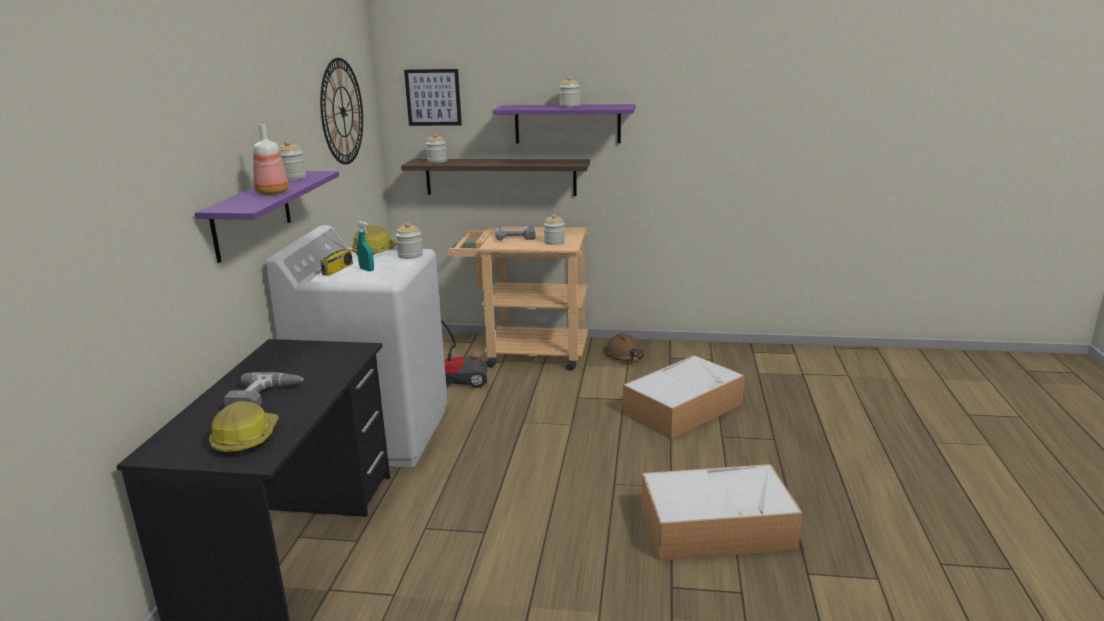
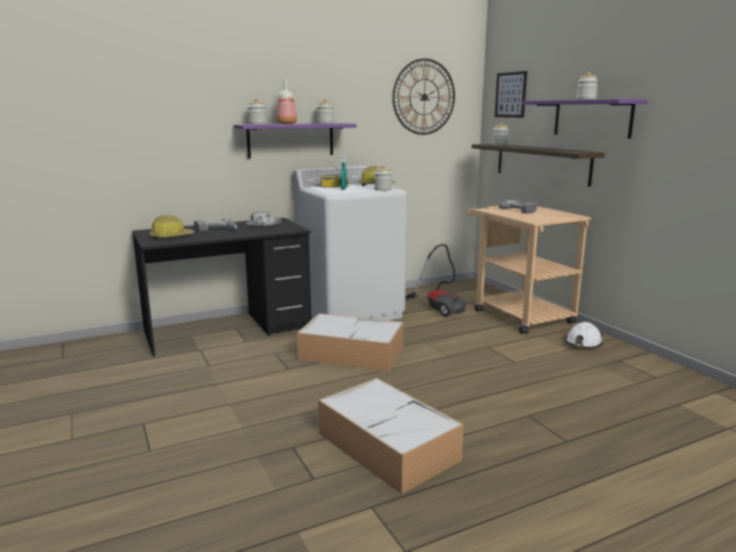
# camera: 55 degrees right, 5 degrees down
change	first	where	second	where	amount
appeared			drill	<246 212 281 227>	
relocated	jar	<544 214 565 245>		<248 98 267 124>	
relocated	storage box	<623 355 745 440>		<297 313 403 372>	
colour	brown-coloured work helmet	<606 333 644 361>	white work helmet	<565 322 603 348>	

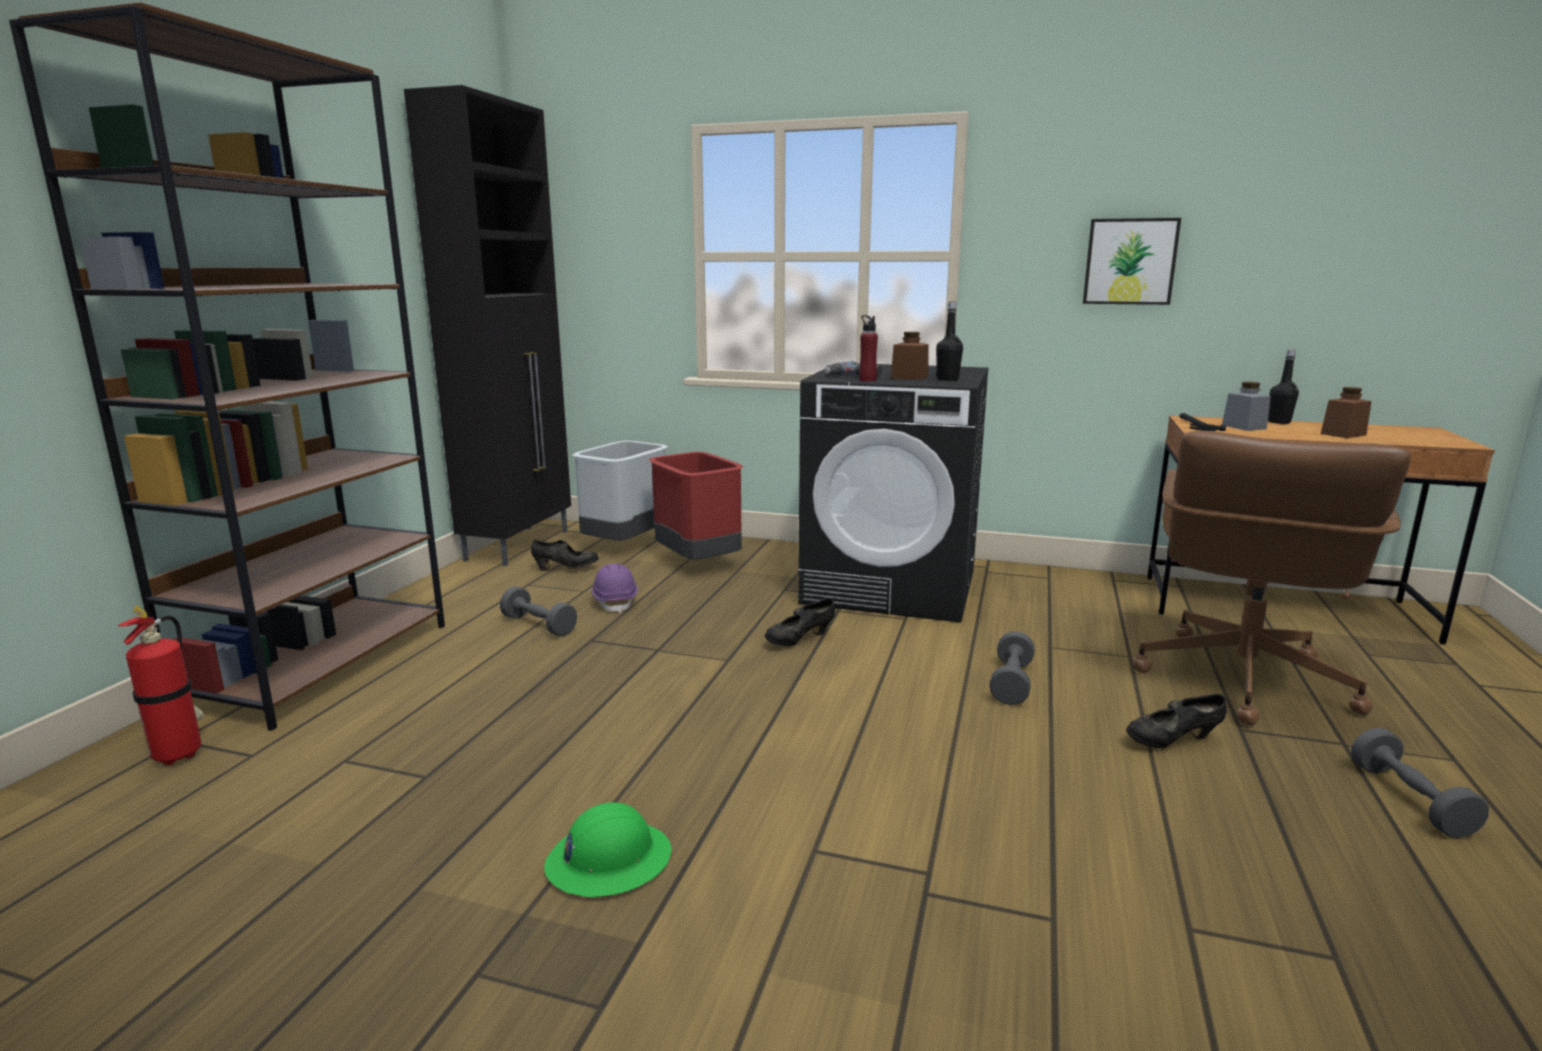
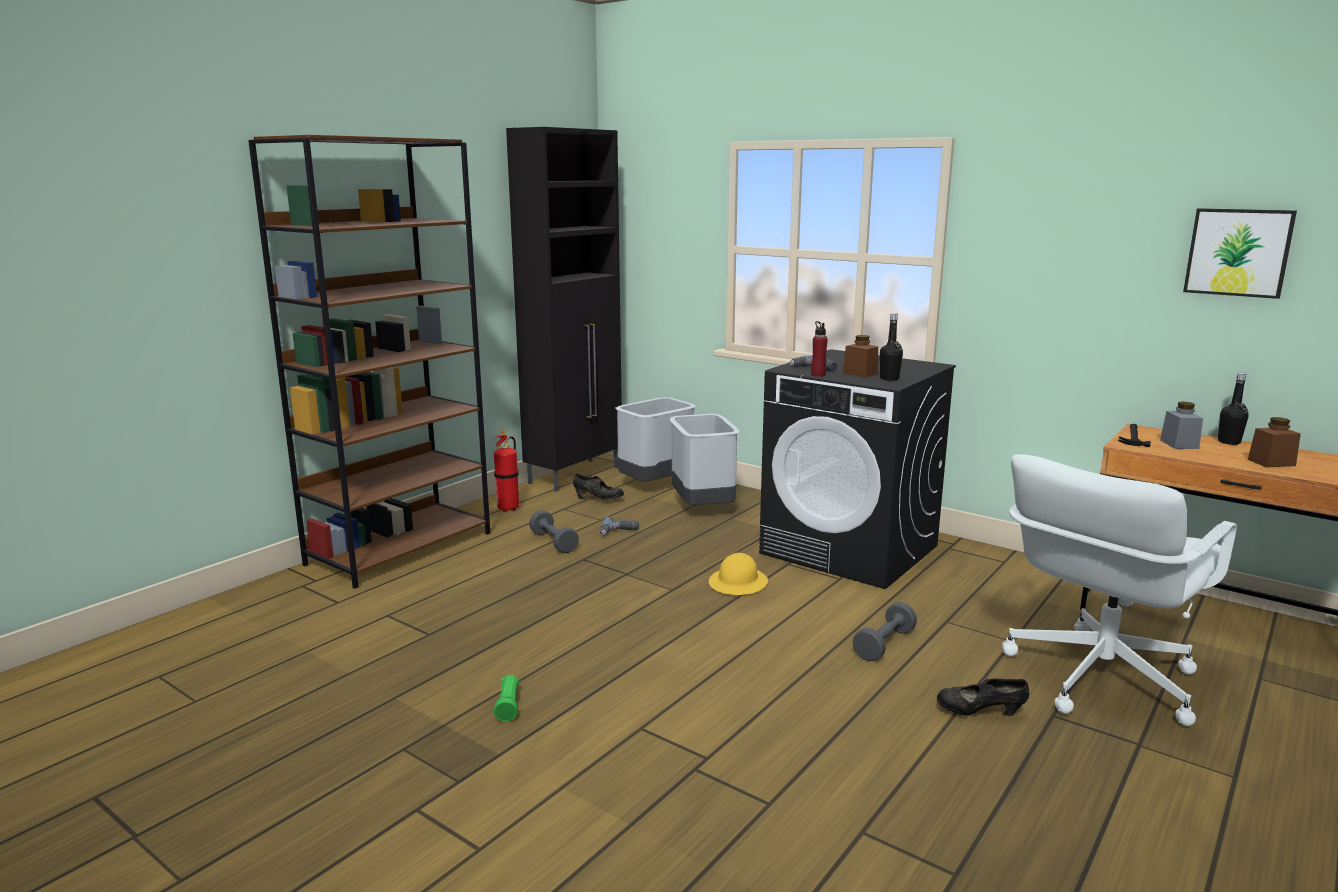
# camera: 20 degrees right, 0 degrees up
change	first	where	second	where	amount
missing	gray free weight	<1351 728 1489 838>			
relocated	fire extinguisher	<118 605 204 765>		<494 429 520 512>	
relocated	wall art	<1083 218 1181 305>		<1183 208 1297 299>	
exchanged	green work helmet	<544 802 672 897>	green flashlight	<494 675 519 722>	
exchanged	purple work helmet	<591 564 638 613>	drill	<600 517 639 536>	
exchanged	blackish low shoe	<765 598 835 646>	yellow-coloured work helmet	<709 553 768 595>	
colour	reddish rubbish bin	<649 452 744 560>	gray rubbish bin	<670 414 739 505>	
colour	brown-coloured desk chair	<1133 431 1411 725>	white desk chair	<1002 454 1237 726>	

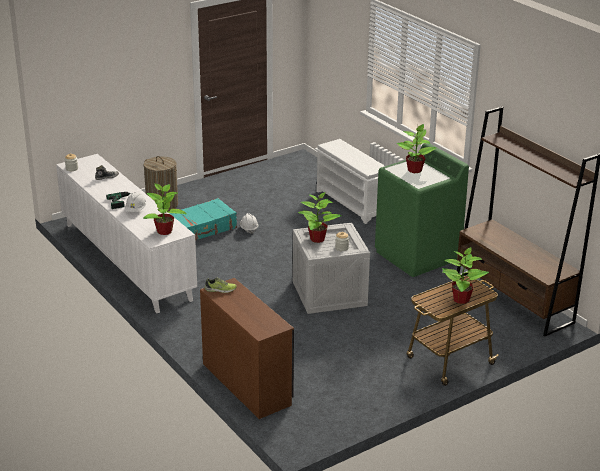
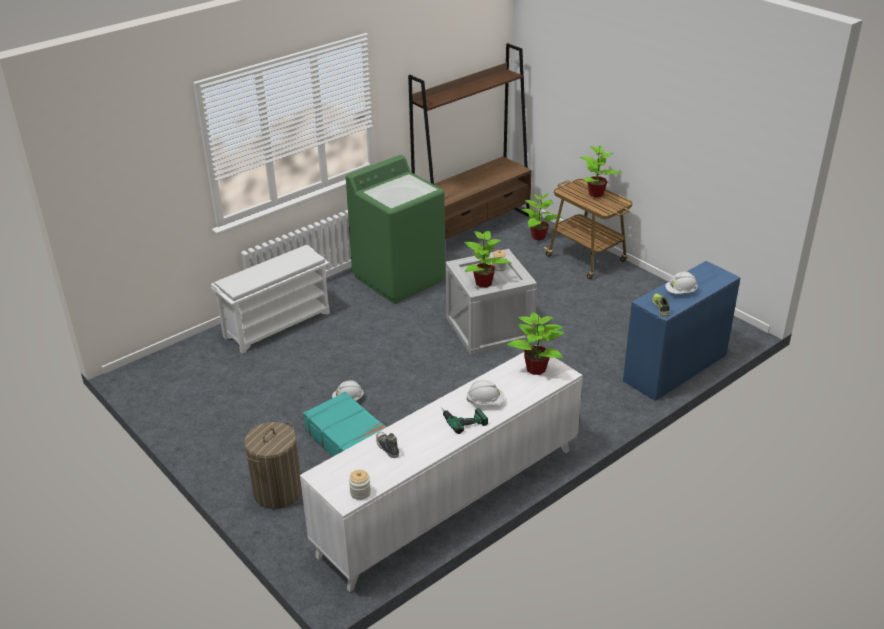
# camera: 95 degrees left, 5 degrees up
change	first	where	second	where	amount
appeared			white work helmet	<665 272 698 294>	
relocated	plant in a pot	<397 124 437 173>		<521 193 562 240>	
colour	brown-coloured desk	<200 278 294 419>	blue-coloured desk	<623 261 741 401>	

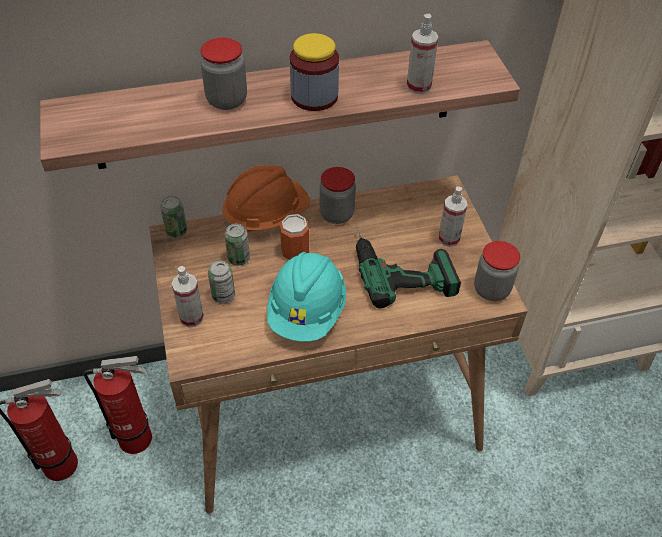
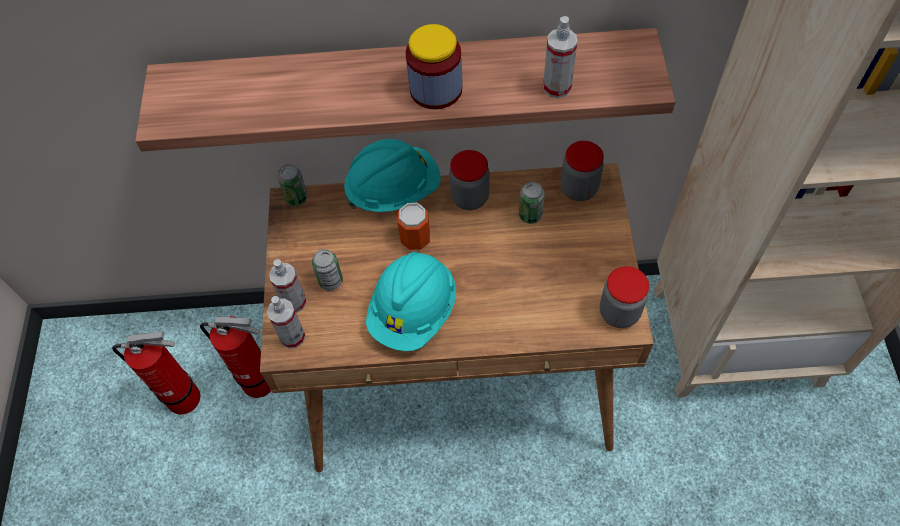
# camera: 15 degrees right, 10 degrees up
change	first	where	second	where	amount
missing	drill	<356 226 461 308>			
relocated	jar	<200 38 247 110>		<561 141 604 201>	
relocated	sealed can	<225 223 250 266>		<519 182 545 224>	
relocated	hand sprayer	<438 186 467 247>		<267 296 306 349>	
colour	orangey work helmet	<222 165 310 232>	turquoise work helmet	<344 139 441 212>	

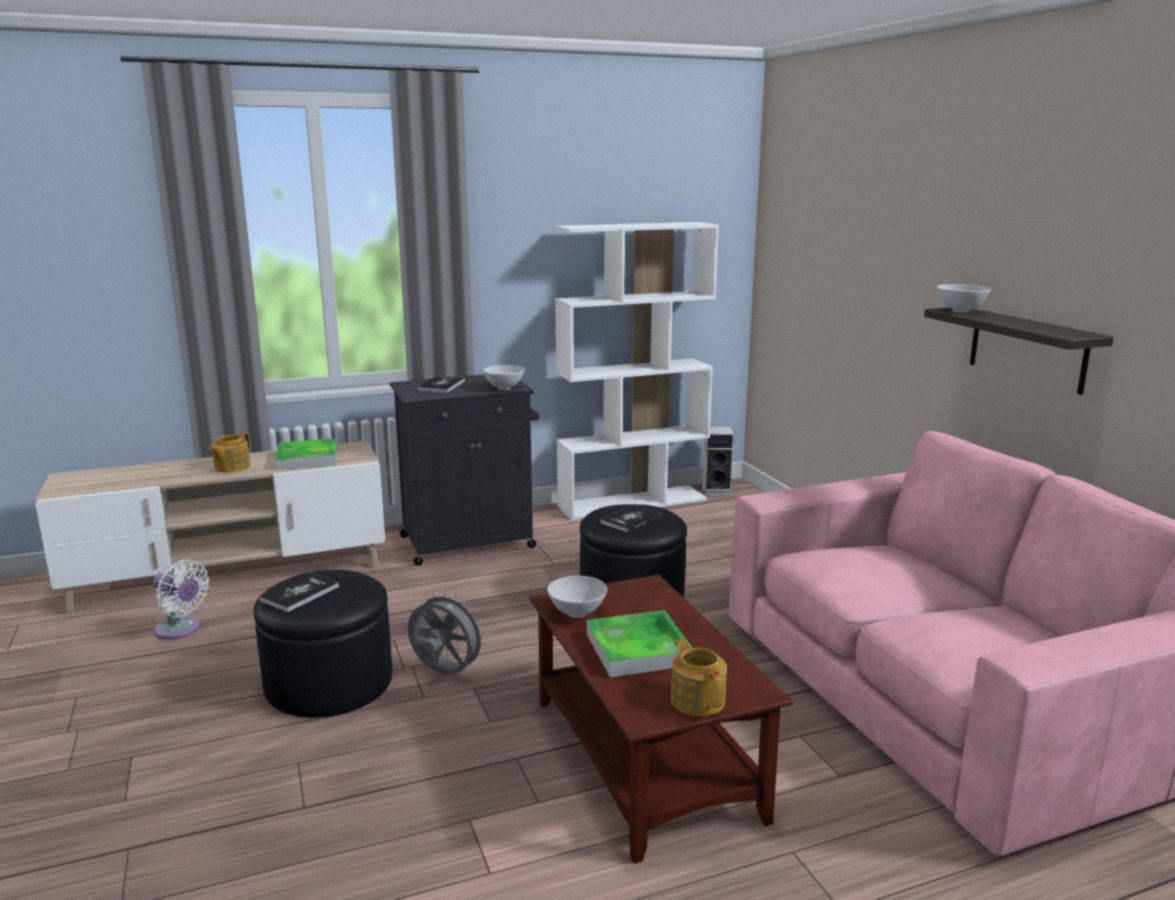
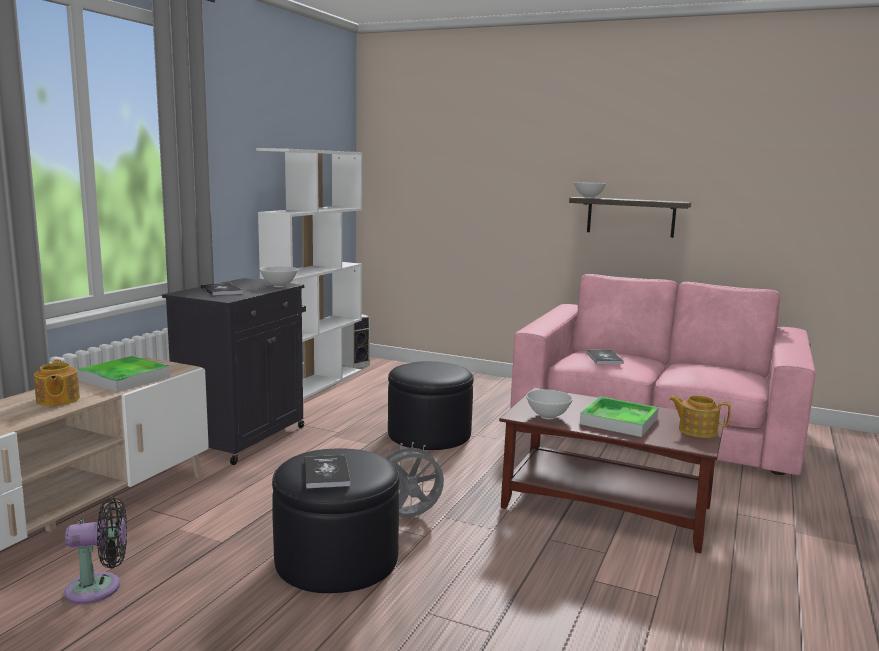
# camera: 45 degrees left, 5 degrees down
change	first	where	second	where	amount
relocated	book	<600 505 662 532>		<586 350 624 364>	
colour	white fan	<153 559 209 640>	blackish fan	<64 498 127 604>	

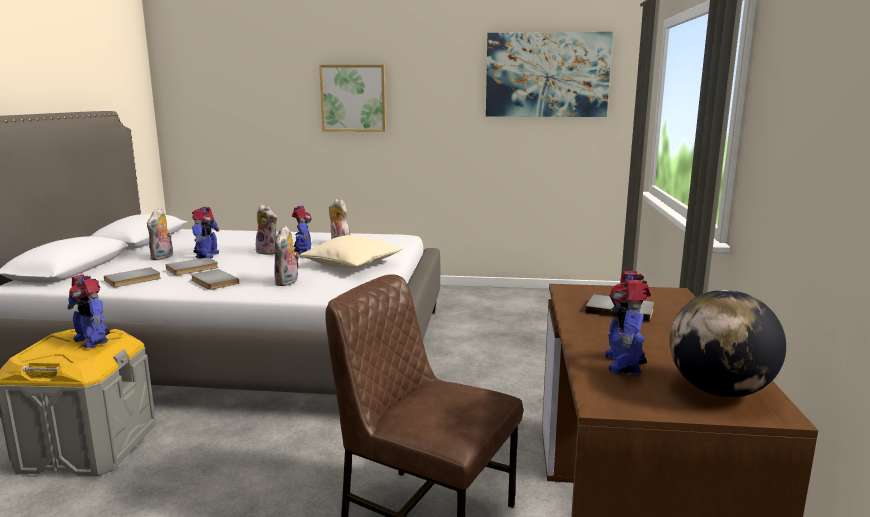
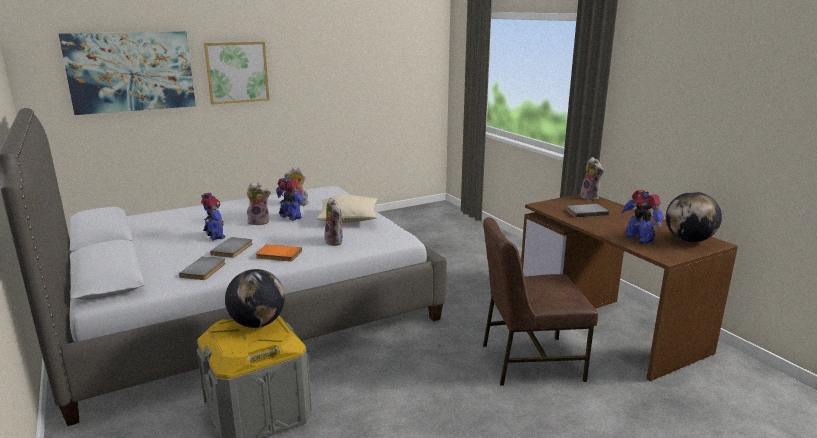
# camera: 35 degrees left, 5 degrees up
change	first	where	second	where	amount
relocated	soft toy	<147 208 173 260>		<581 157 604 201>	
relocated	wall art	<486 32 613 117>		<59 31 196 115>	
exchanged	model robot	<67 275 110 348>	world globe	<225 269 285 328>	
colour	gray book	<191 269 239 290>	orangey book	<256 244 302 261>	

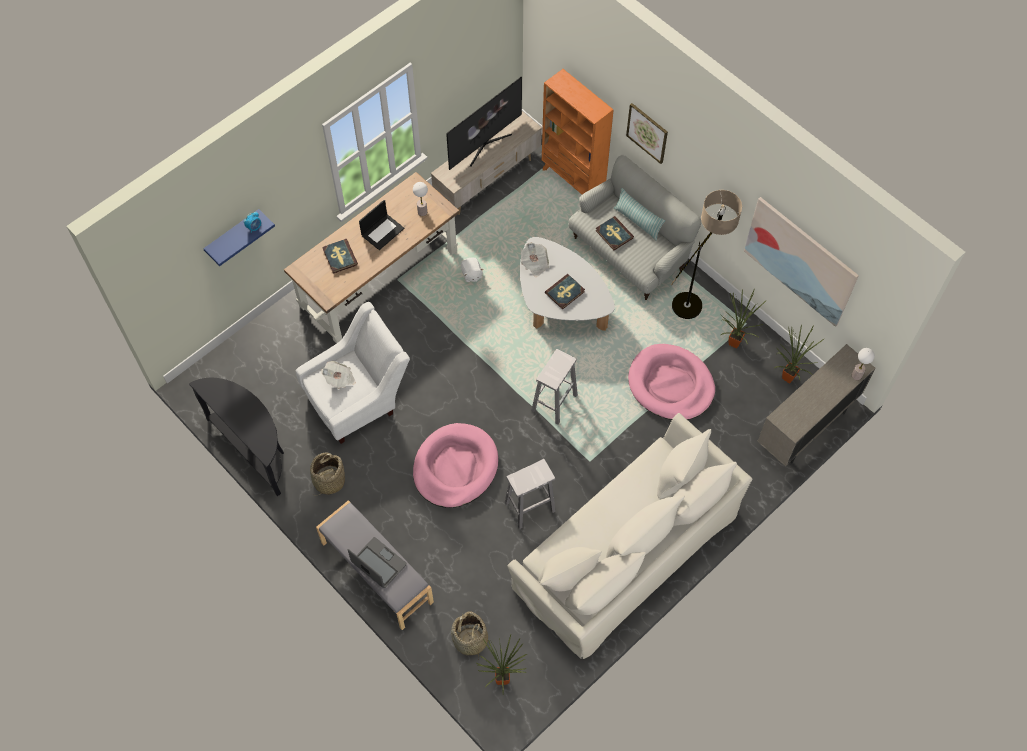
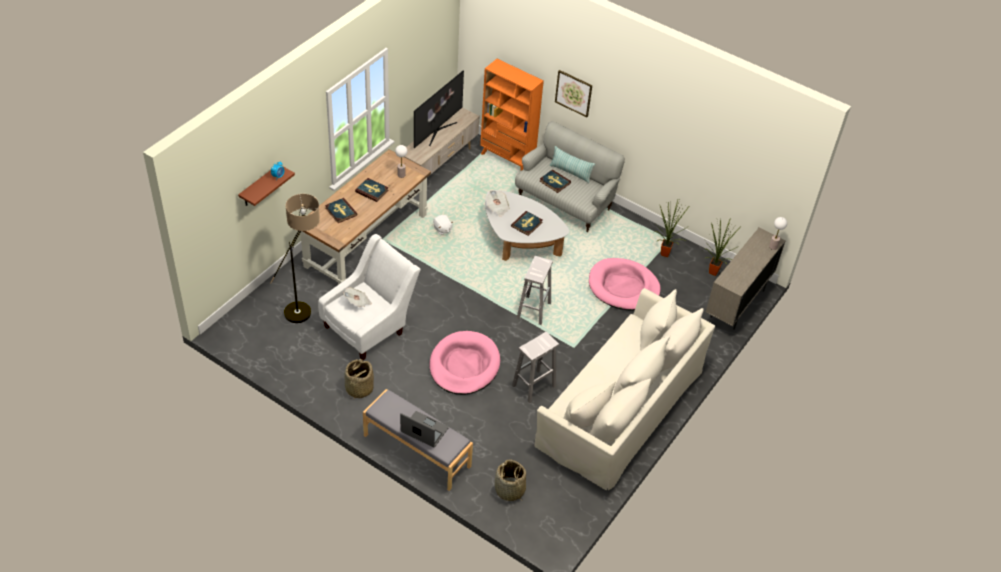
# camera: 15 degrees left, 15 degrees down
change	first	where	second	where	amount
missing	blackish hall table	<189 378 284 496>			
missing	plant in a pot	<476 635 527 694>			
missing	wall art	<744 197 859 327>			
relocated	floor lamp	<671 190 742 319>		<270 194 320 323>	
exchanged	laptop	<359 200 404 250>	book	<355 178 389 202>	
colour	blue-coloured shelf	<203 209 275 266>	brown-coloured shelf	<238 165 295 206>	

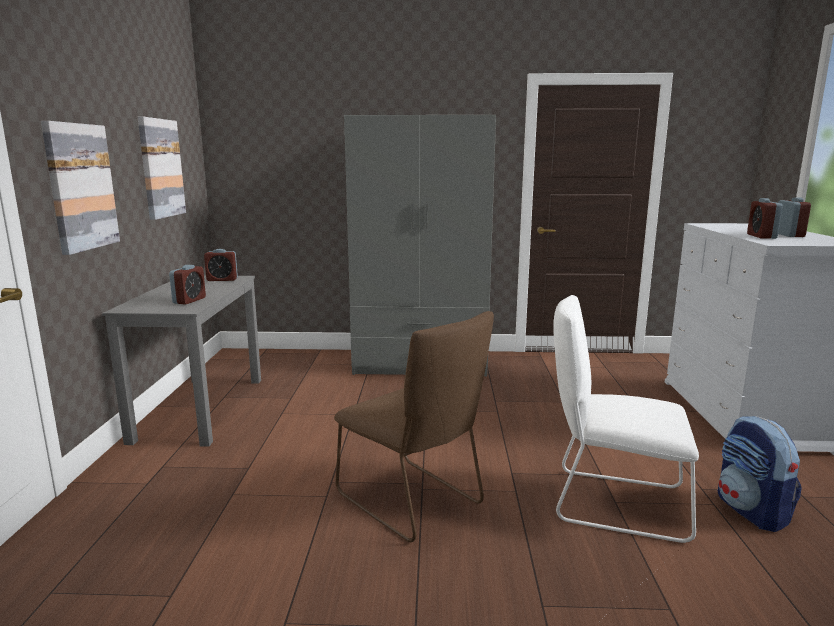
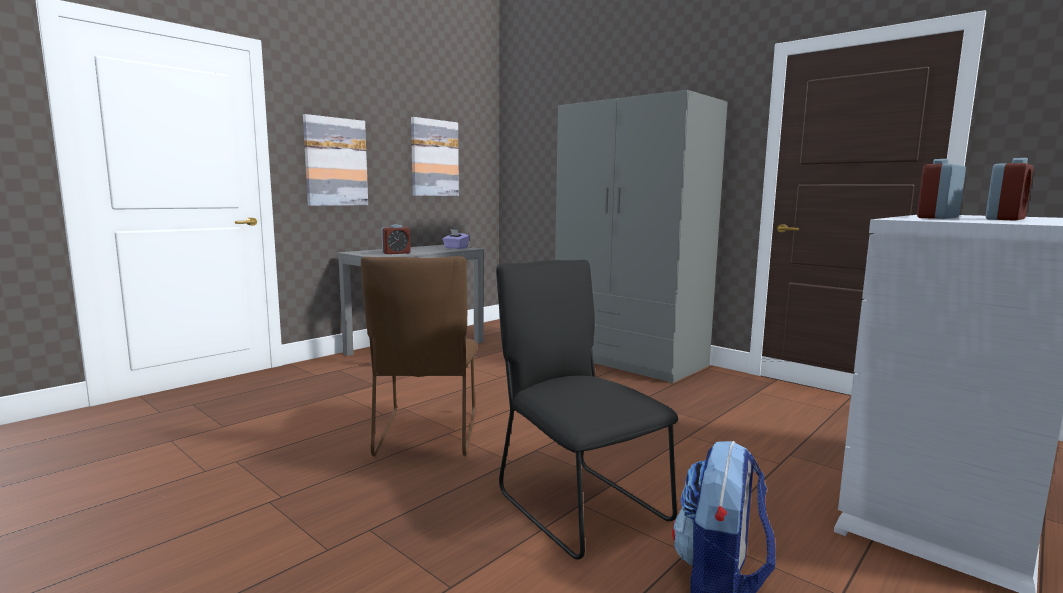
# camera: 40 degrees right, 5 degrees down
change	first	where	second	where	amount
exchanged	alarm clock	<204 249 238 281>	purple tissue holder	<442 229 470 249>	
colour	white chair	<553 295 699 543>	blackish chair	<496 260 678 560>	

